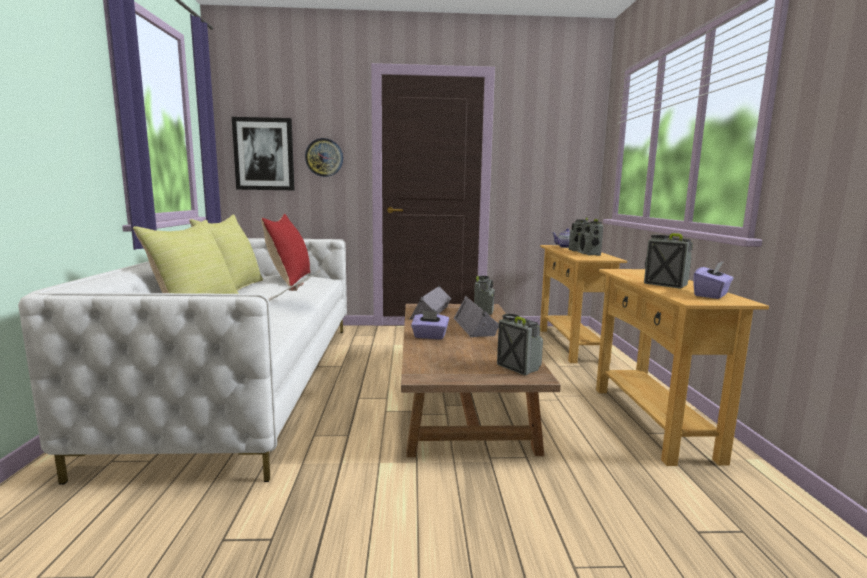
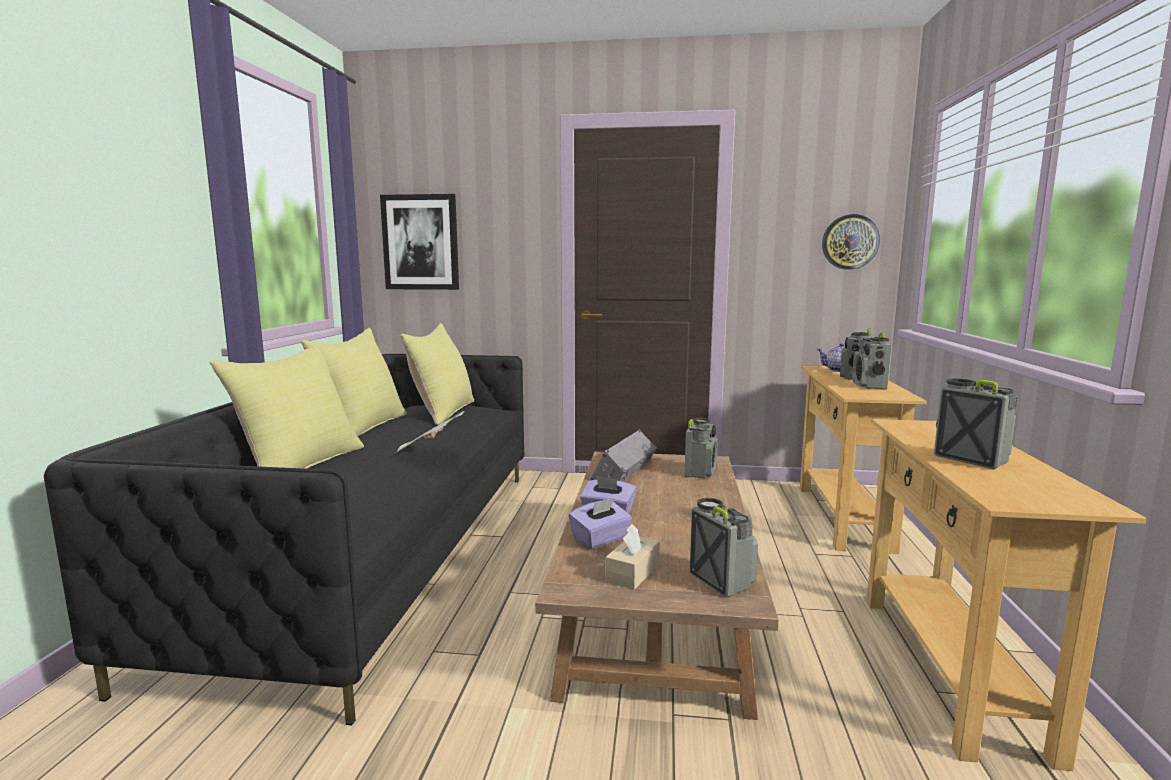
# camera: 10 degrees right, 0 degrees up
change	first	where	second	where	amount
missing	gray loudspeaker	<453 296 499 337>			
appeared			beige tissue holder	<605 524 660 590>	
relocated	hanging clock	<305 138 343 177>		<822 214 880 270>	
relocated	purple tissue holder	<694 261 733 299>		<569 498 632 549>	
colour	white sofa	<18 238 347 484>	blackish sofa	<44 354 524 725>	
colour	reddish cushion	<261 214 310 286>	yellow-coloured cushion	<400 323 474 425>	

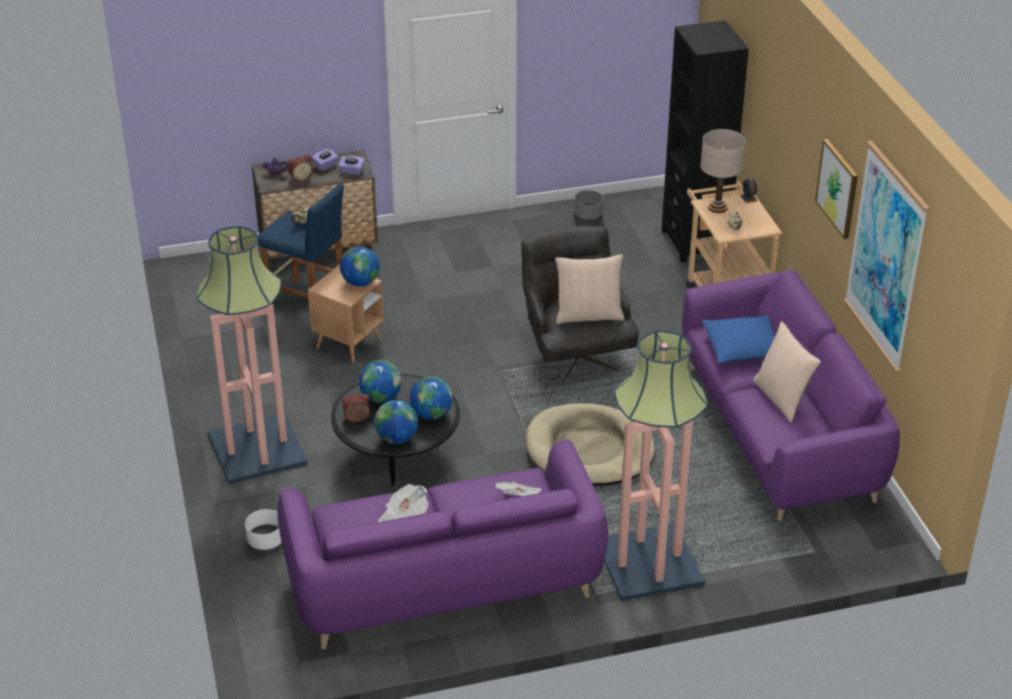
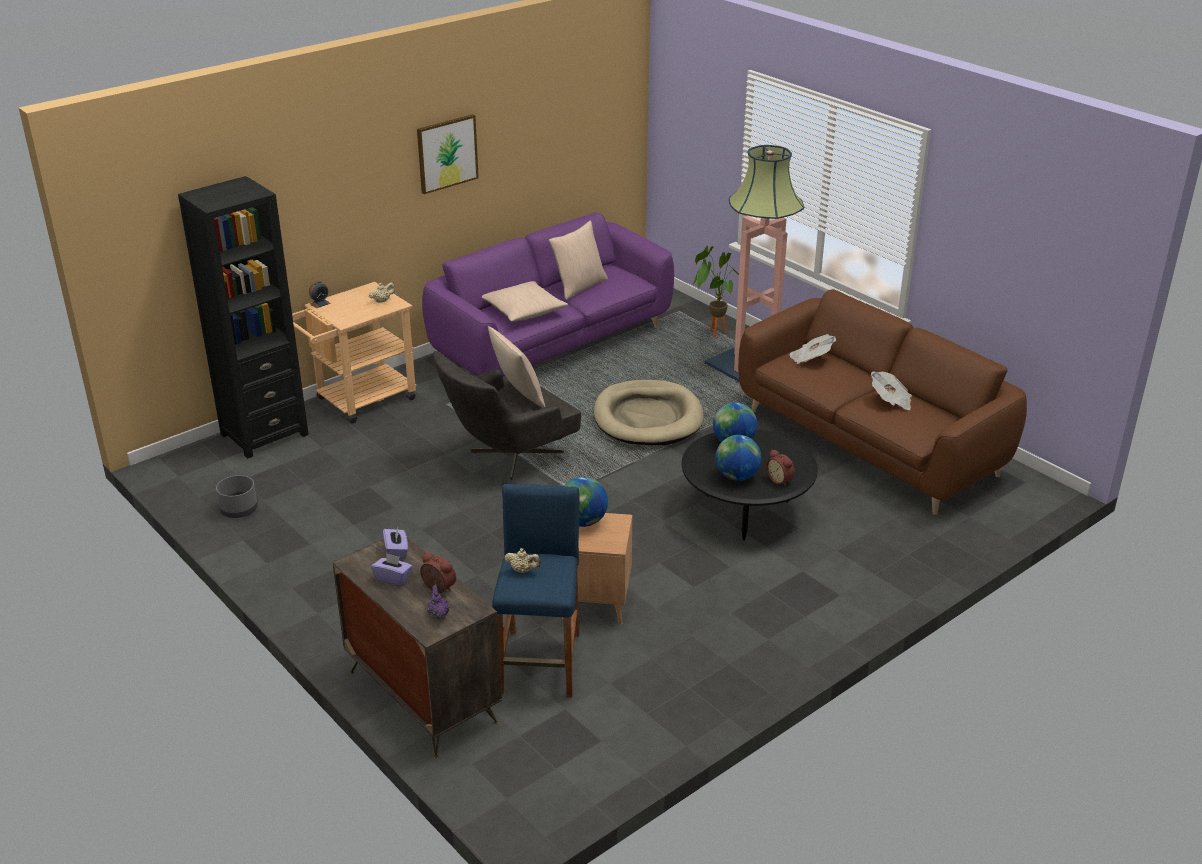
# camera: 115 degrees left, 5 degrees down
change	first	where	second	where	amount
missing	floor lamp	<196 226 308 484>			
missing	white flower pot	<245 509 282 555>			
missing	world globe	<374 400 418 444>			
missing	beige tabletop lamp	<700 129 745 213>			
missing	wall art	<843 141 930 373>			
appeared			plant in a pot	<693 246 739 338>	
colour	purple sofa	<277 440 608 649>	brown-coloured sofa	<738 289 1027 515>	
colour	blue-coloured cushion	<702 316 775 363>	beige cushion	<482 281 568 322>	

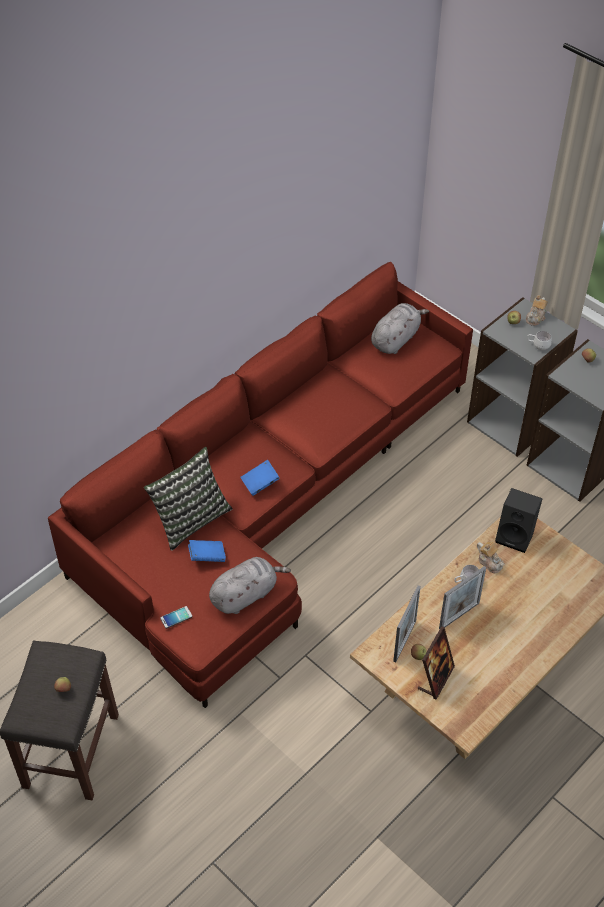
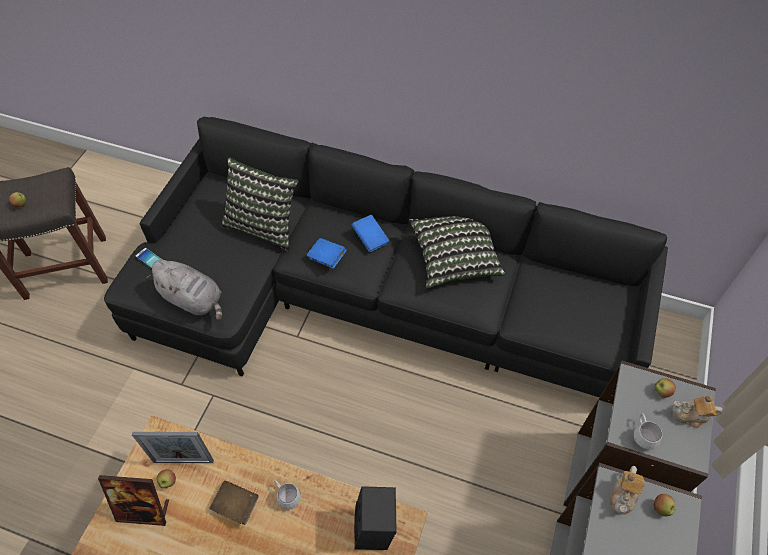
# camera: 65 degrees right, 5 degrees up
change	first	where	second	where	amount
missing	gray soft toy	<371 303 429 354>			
appeared			cushion	<409 216 505 289>	
relocated	blue-coloured book	<188 540 226 562>		<351 214 389 252>	
relocated	pot for tea	<477 542 505 573>		<610 466 645 514>	
exchanged	standing frame	<439 566 486 629>	brown-coloured book	<210 481 259 525>	
colour	reddish sofa	<48 262 473 708>	blackish sofa	<104 117 668 397>	

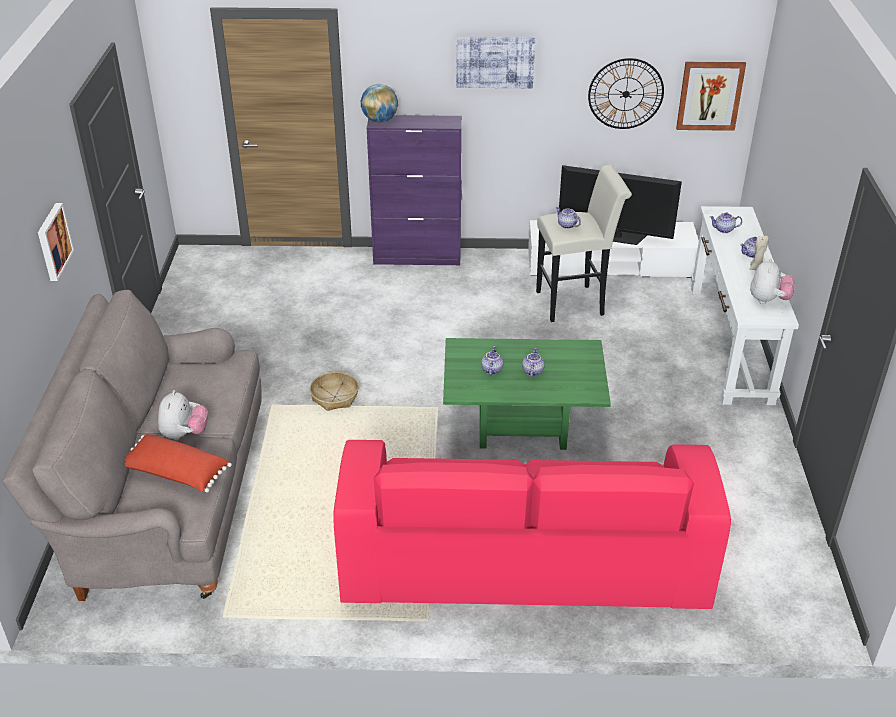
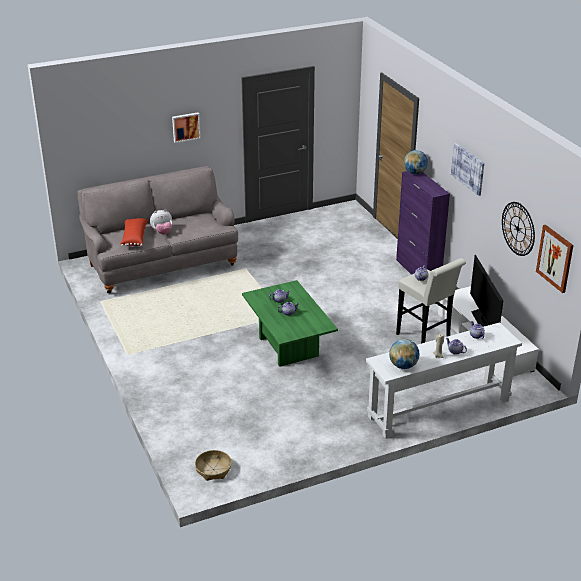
# camera: 65 degrees right, 5 degrees down
change	first	where	second	where	amount
missing	pinkish sofa	<333 440 731 609>			
relocated	storage basket	<310 372 359 411>		<195 450 232 481>	
exchanged	soft toy	<750 258 795 304>	world globe	<389 339 420 369>	

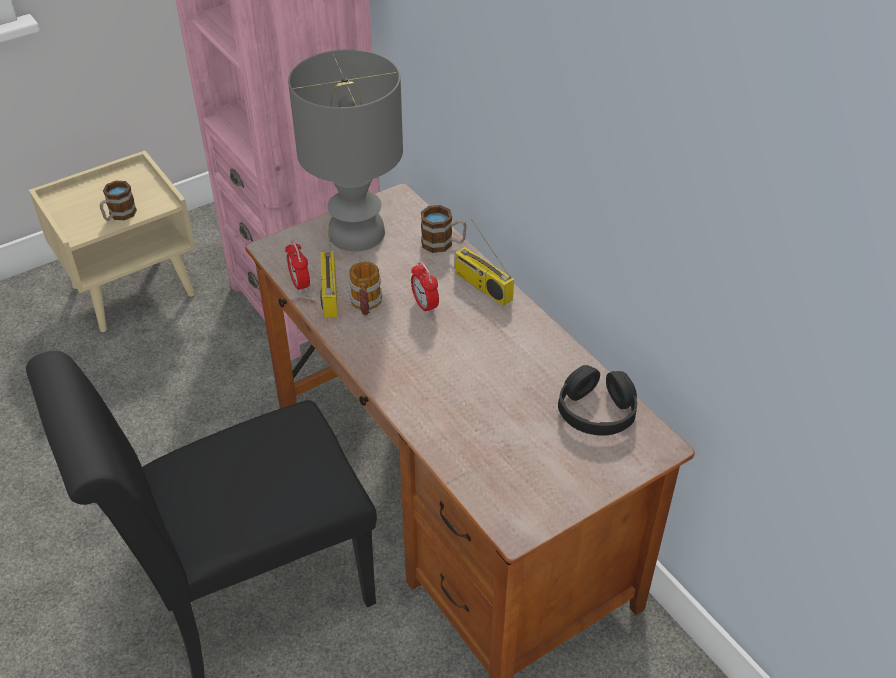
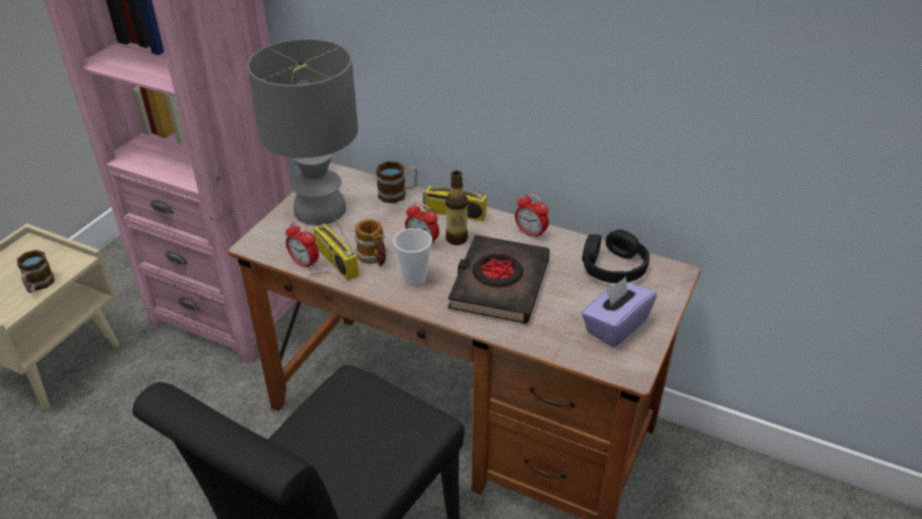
# camera: 30 degrees left, 5 degrees down
change	first	where	second	where	amount
appeared			drinking cup	<394 228 432 286>	
appeared			bottle	<446 171 468 245>	
appeared			blackish book	<448 235 550 324>	
appeared			alarm clock	<515 193 549 239>	
appeared			purple tissue holder	<582 277 657 347>	

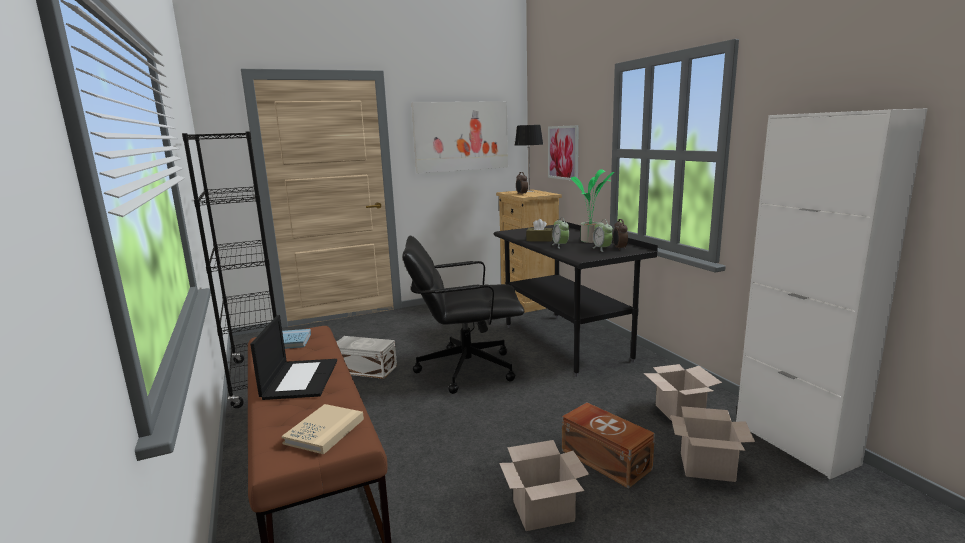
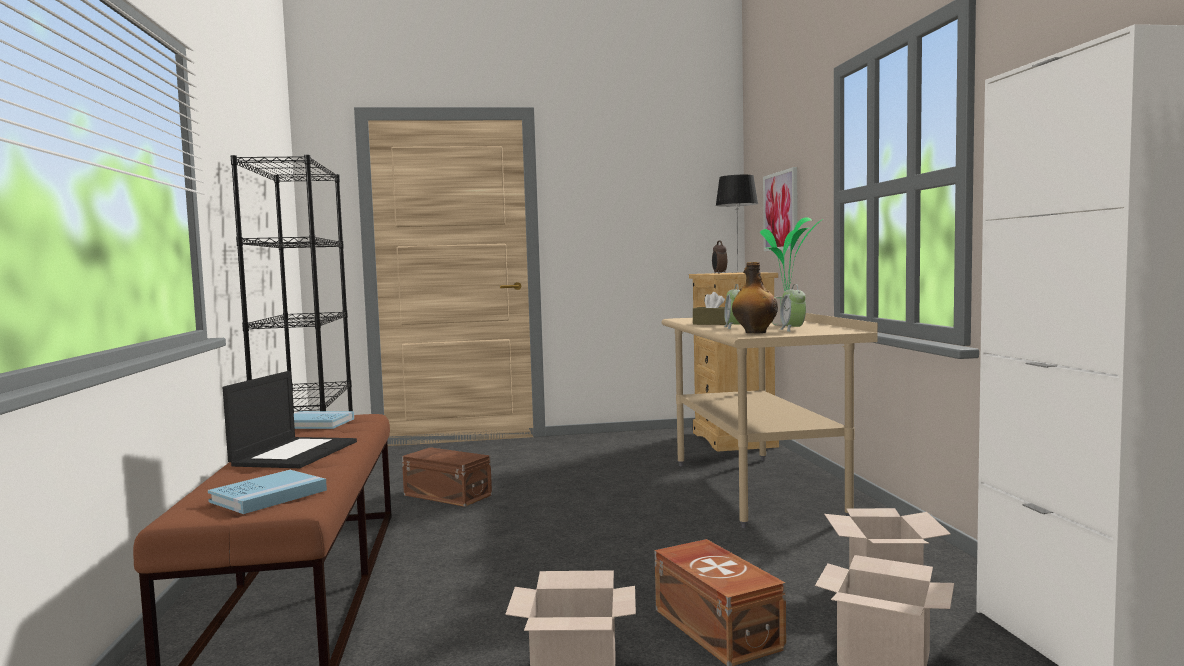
# camera: 15 degrees right, 10 degrees down
change	first	where	second	where	amount
missing	blackish desk chair	<402 236 524 394>			
missing	wall art	<412 101 508 173>			
missing	alarm clock	<613 219 628 250>			
appeared			bottle	<732 262 778 333>	
colour	beige book	<281 404 364 454>	blue-coloured book	<208 470 327 514>	
colour	white storage box	<337 336 397 379>	brown-coloured storage box	<402 447 492 507>	
colour	blackish desk	<494 221 658 377>	beige desk	<662 313 878 528>	

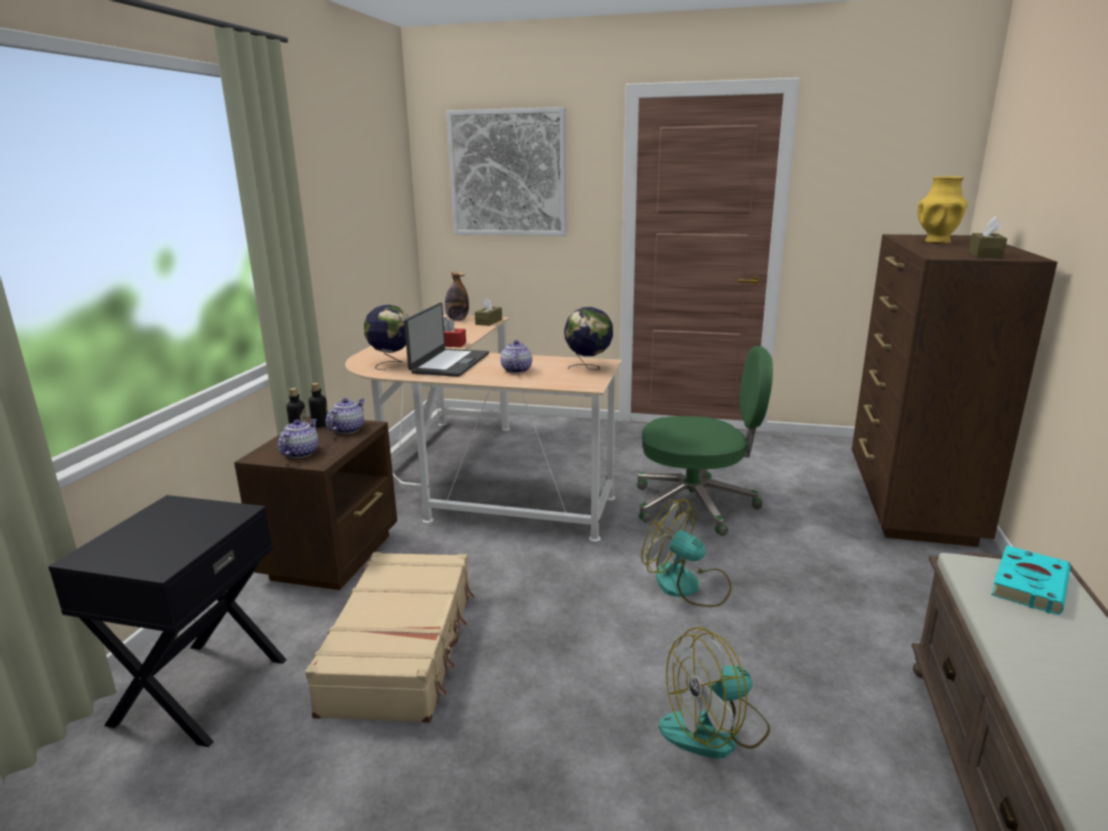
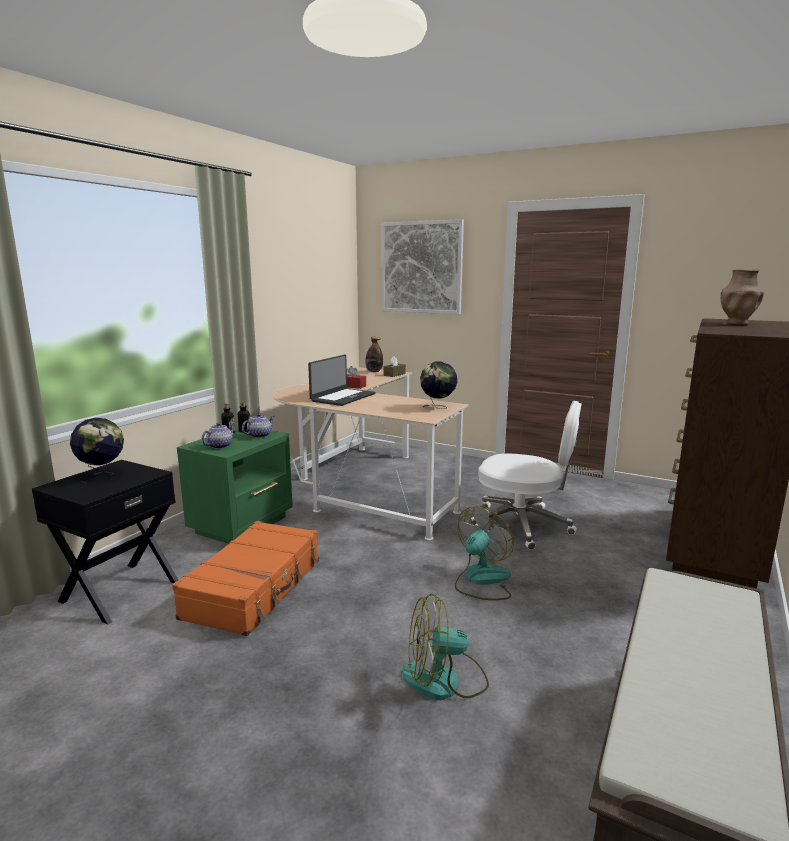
# camera: 15 degrees right, 5 degrees down
change	first	where	second	where	amount
missing	pot for tea	<500 340 532 373>			
missing	brown-coloured tissue holder	<969 217 1007 258>			
missing	turquoise book	<991 545 1070 615>			
relocated	world globe	<364 305 409 370>		<70 418 124 483>	
colour	brown-coloured night table	<234 416 397 590>	green night table	<177 427 293 544>	
colour	beige travel case	<305 552 475 723>	orangey travel case	<172 521 319 636>	
colour	green desk chair	<637 346 773 536>	white desk chair	<471 401 582 550>	
colour	yellow-coloured vase	<917 176 968 244>	brown-coloured vase	<721 270 764 325>	
spun	fan	<641 499 732 607>		<455 506 514 600>	75 degrees clockwise

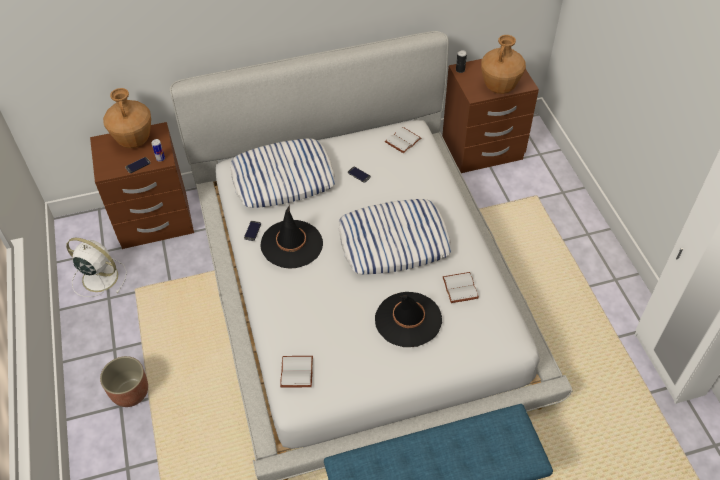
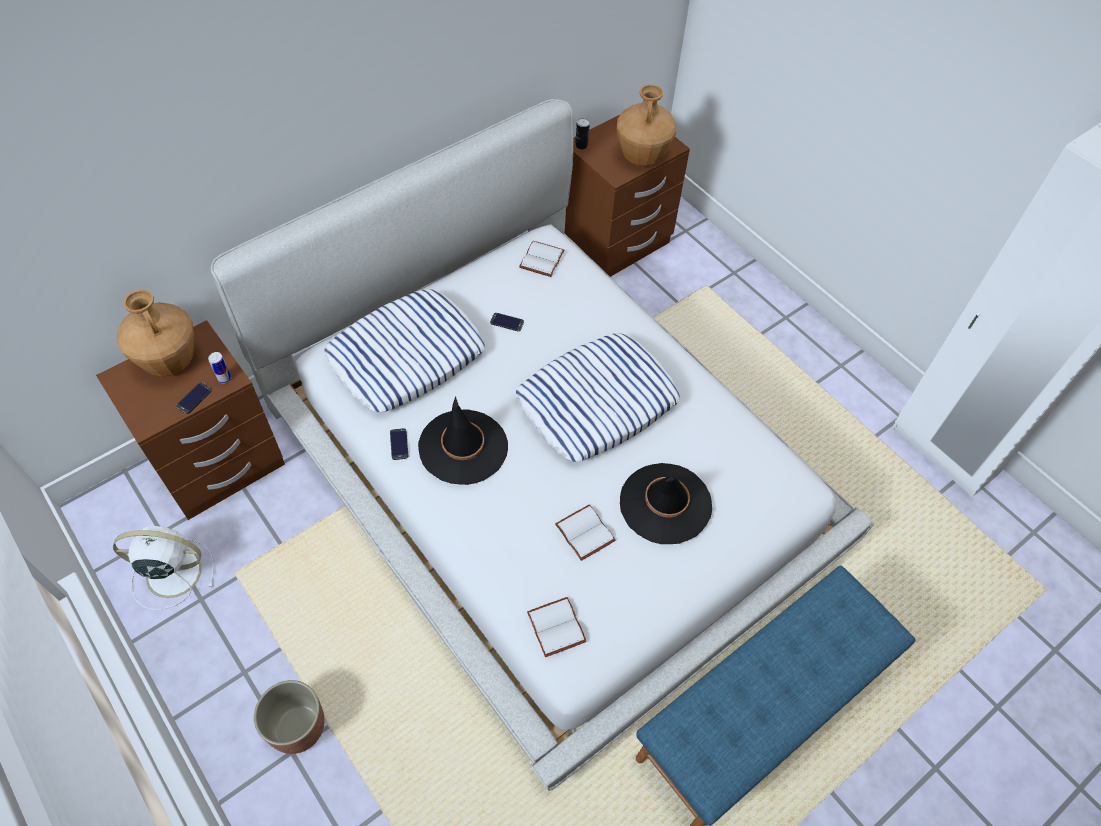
# camera: 25 degrees left, 5 degrees up
change	first	where	second	where	amount
relocated	white book	<443 272 479 303>		<555 505 616 561>	

